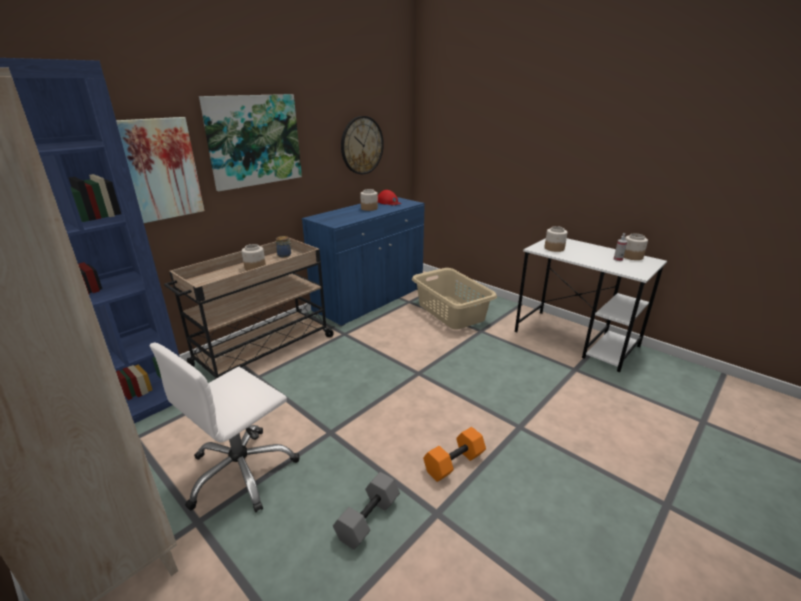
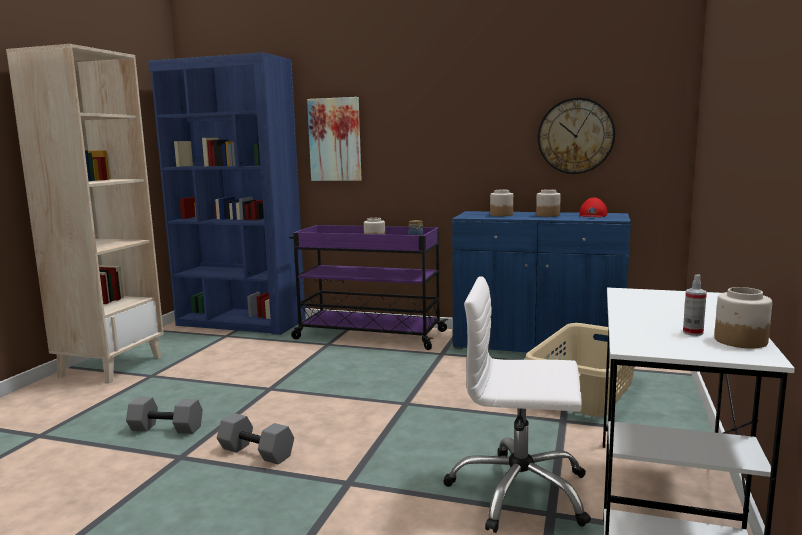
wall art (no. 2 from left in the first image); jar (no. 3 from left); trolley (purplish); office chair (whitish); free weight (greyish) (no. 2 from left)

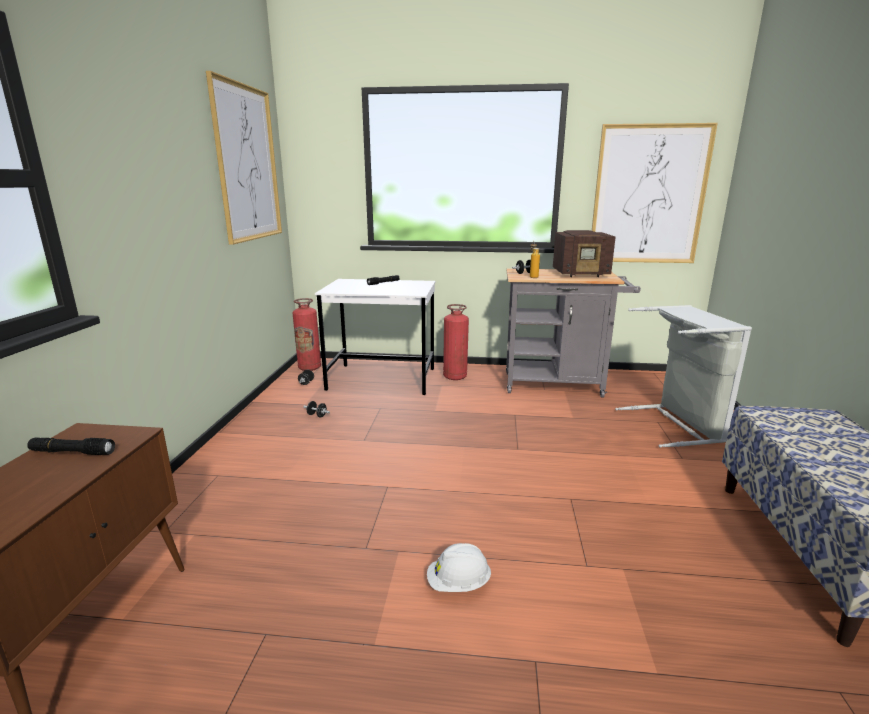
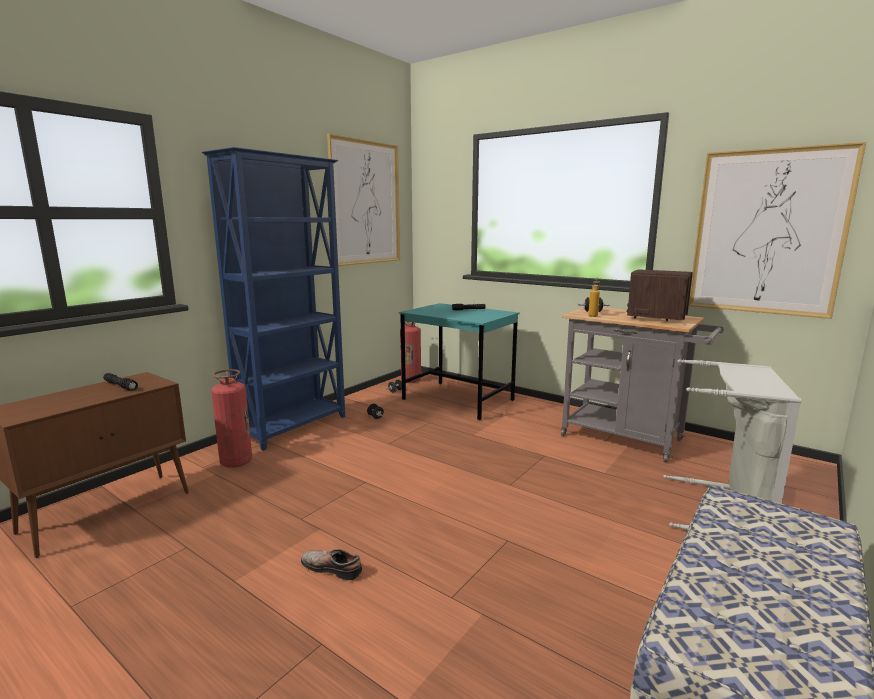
radio set; desk table (turquoise-coloured); extinguisher (no. 1 from left); shoe; shelving unit (blue-coloured)

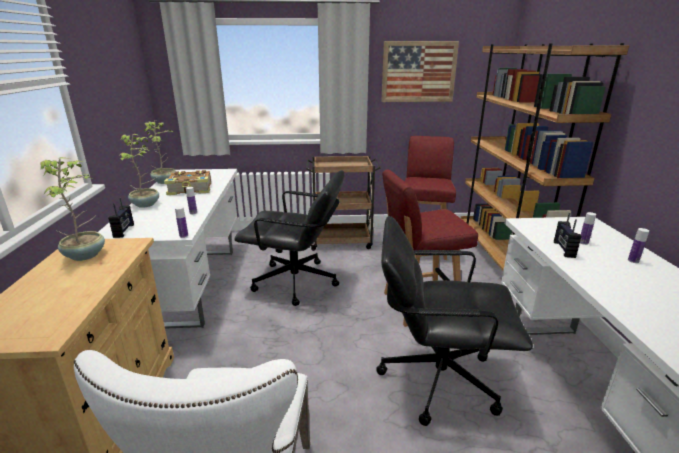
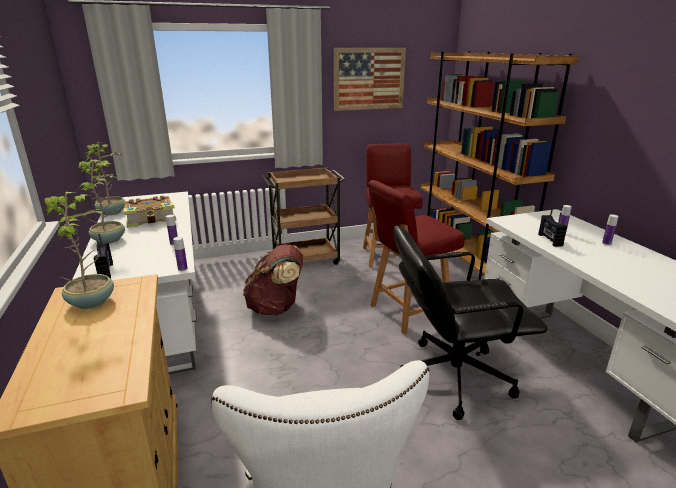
knapsack (brownish)

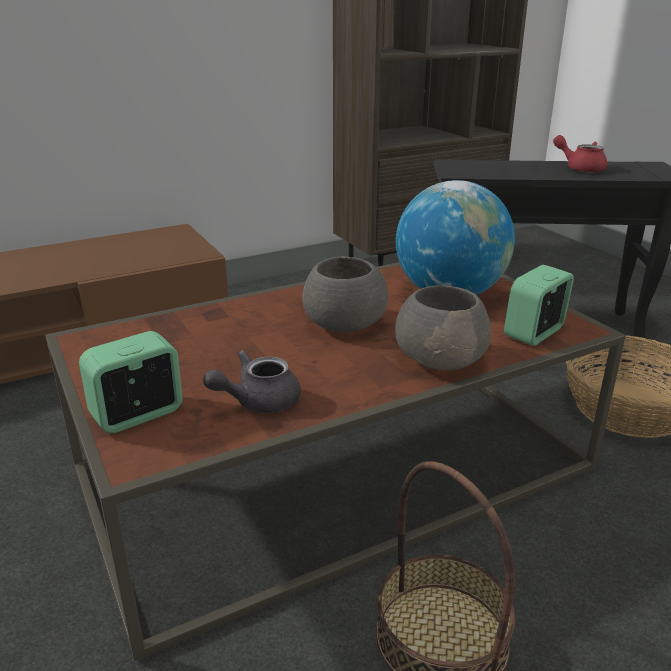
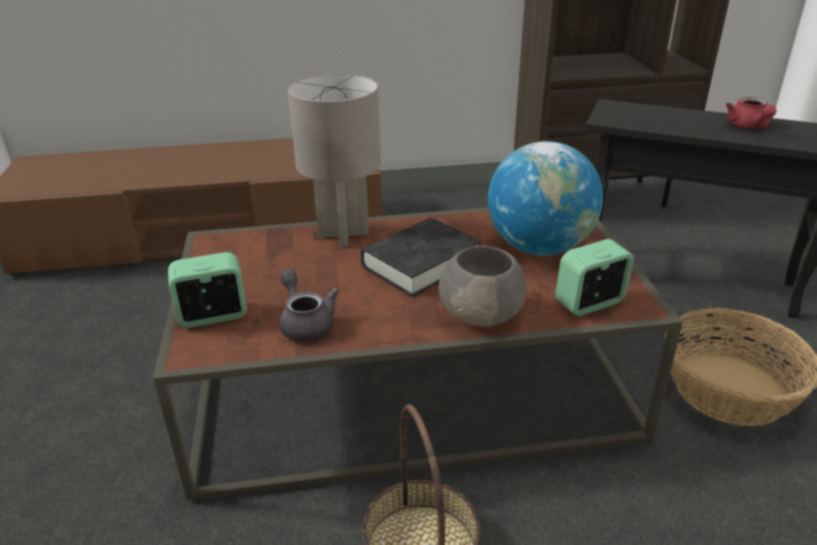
teapot (red); volume (black-coloured); teapot (greyish); table lamp (greyish)

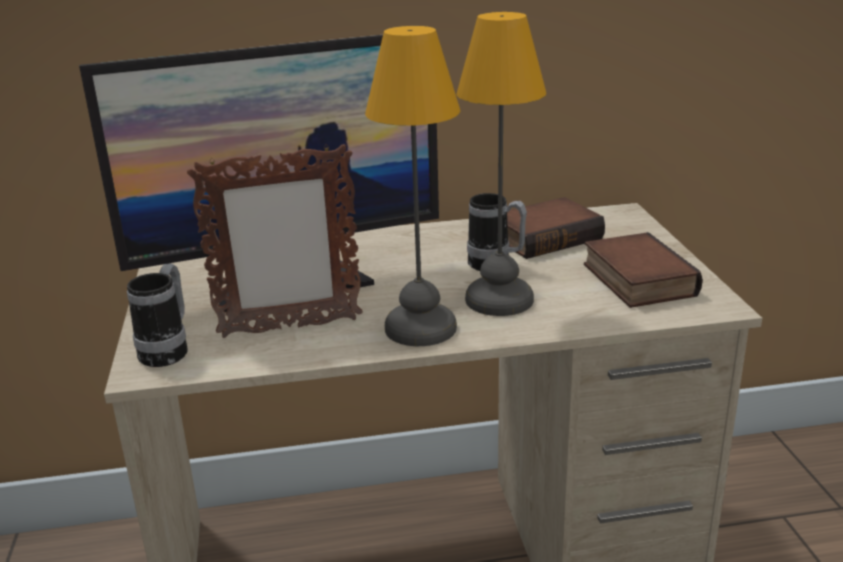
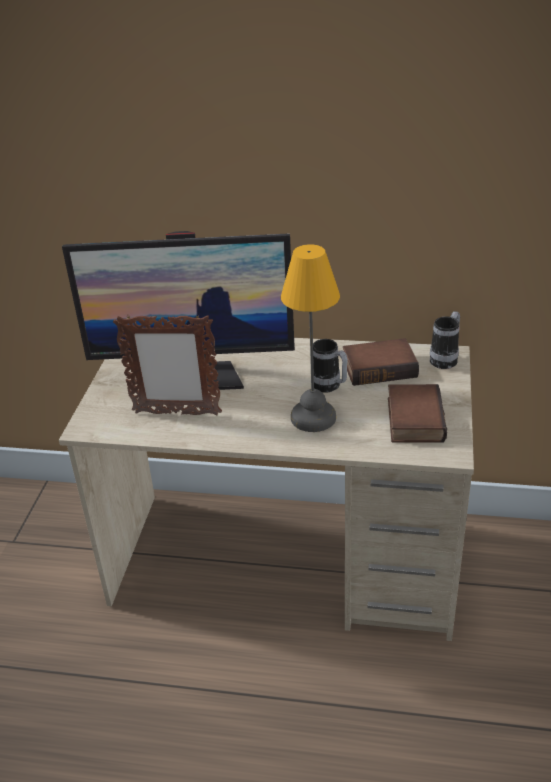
table lamp (no. 1 from left in the first image); coffee mug (no. 2 from left)

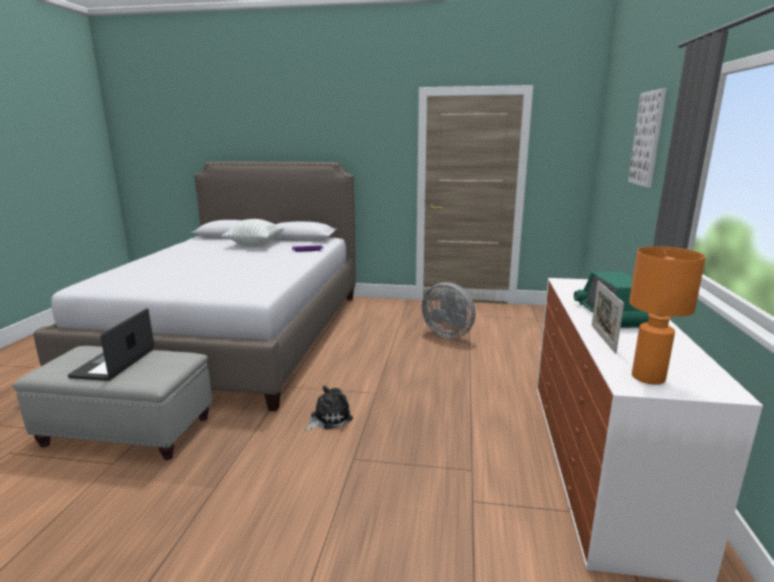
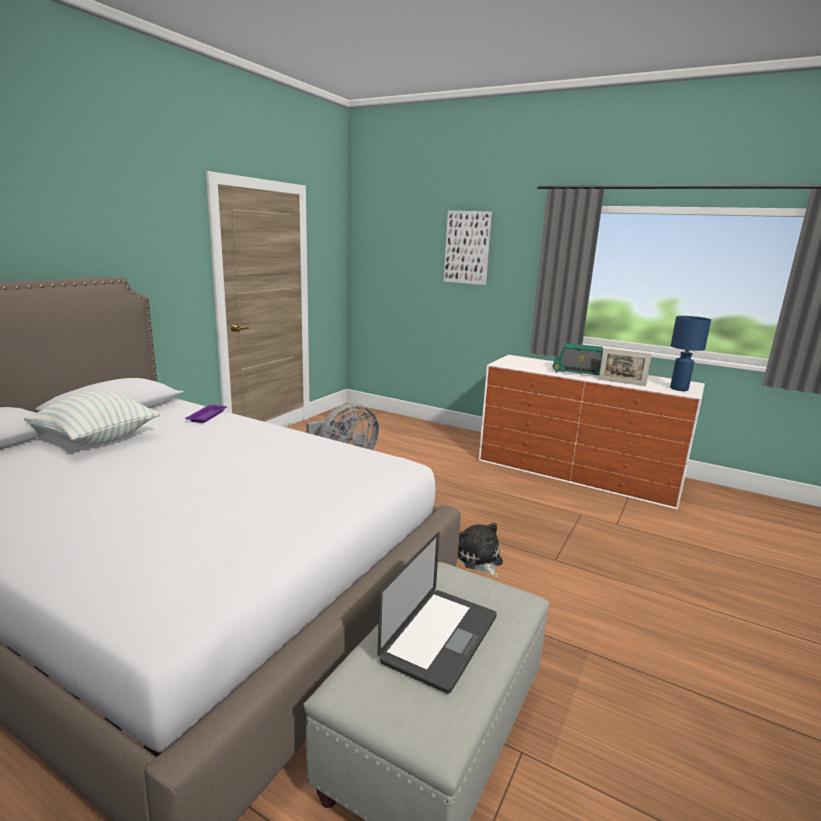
table lamp (blue-coloured); portable computer

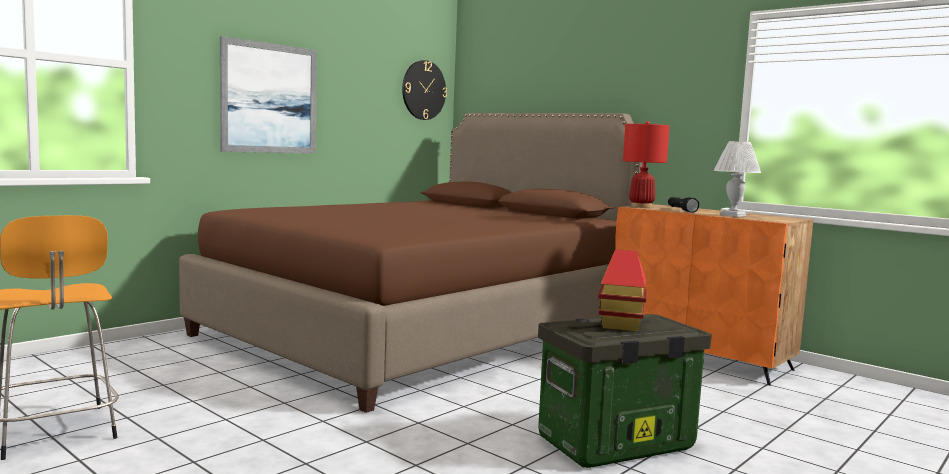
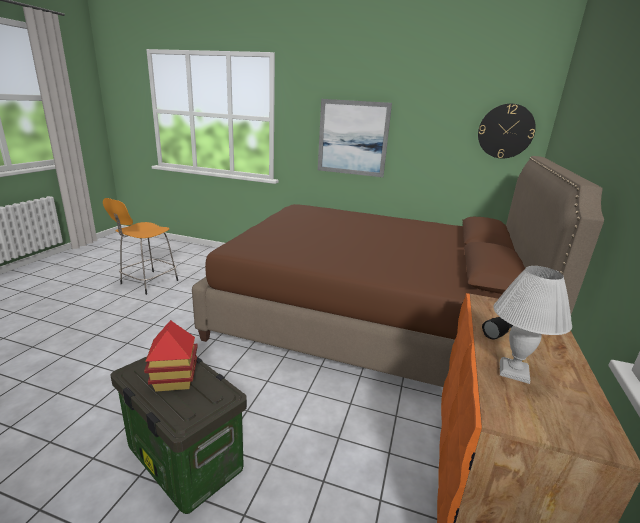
table lamp (red)

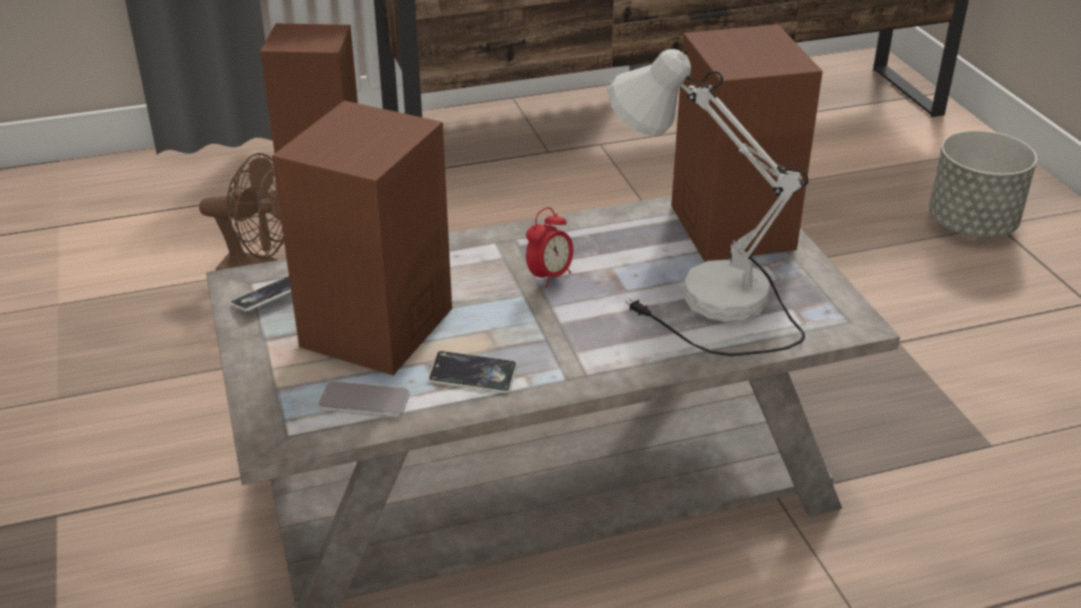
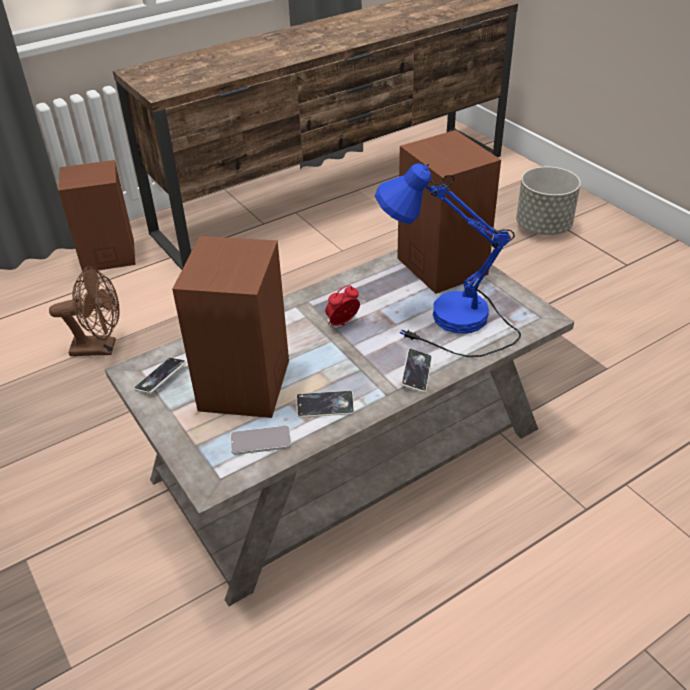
table lamp (blue-coloured); bedside clock; handset (no. 4 from left)

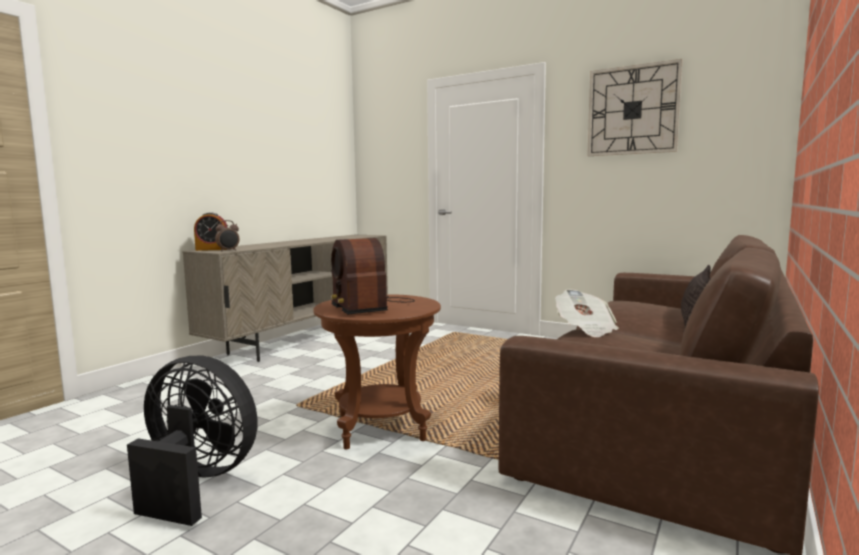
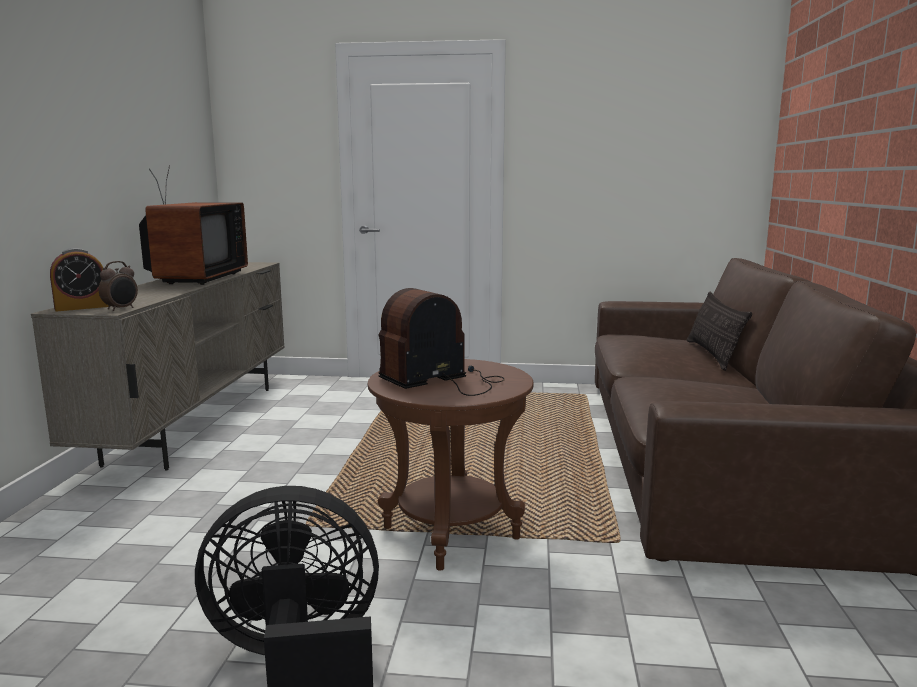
wall clock; radio set; newspaper; TV

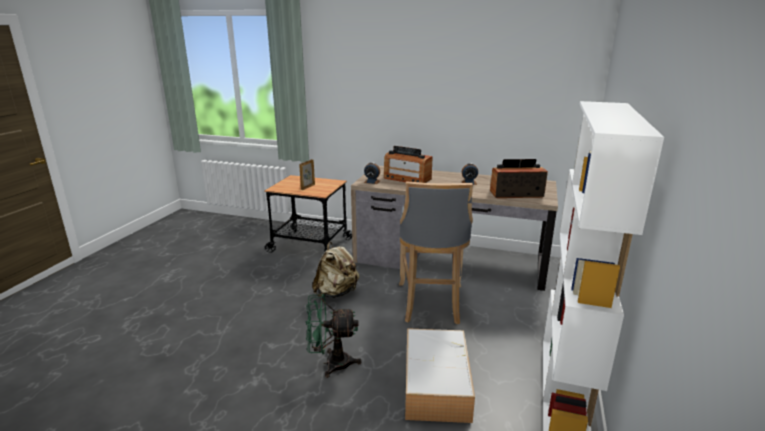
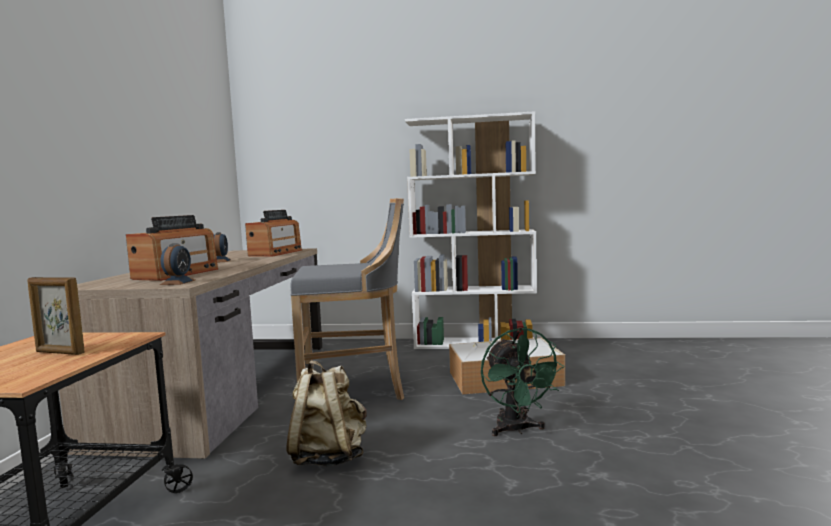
radio set (no. 2 from left)

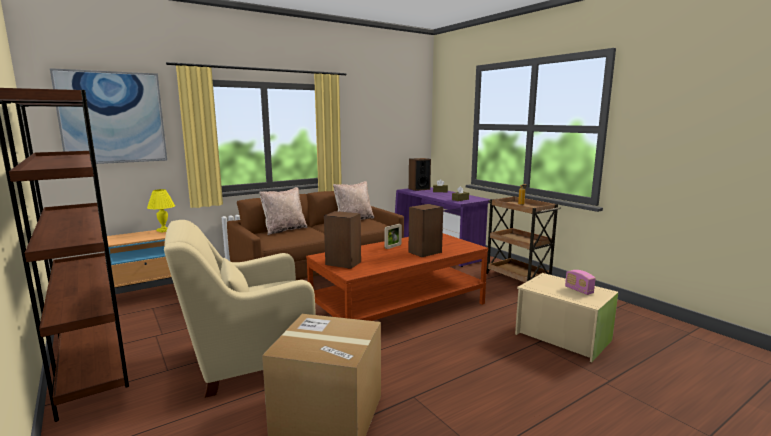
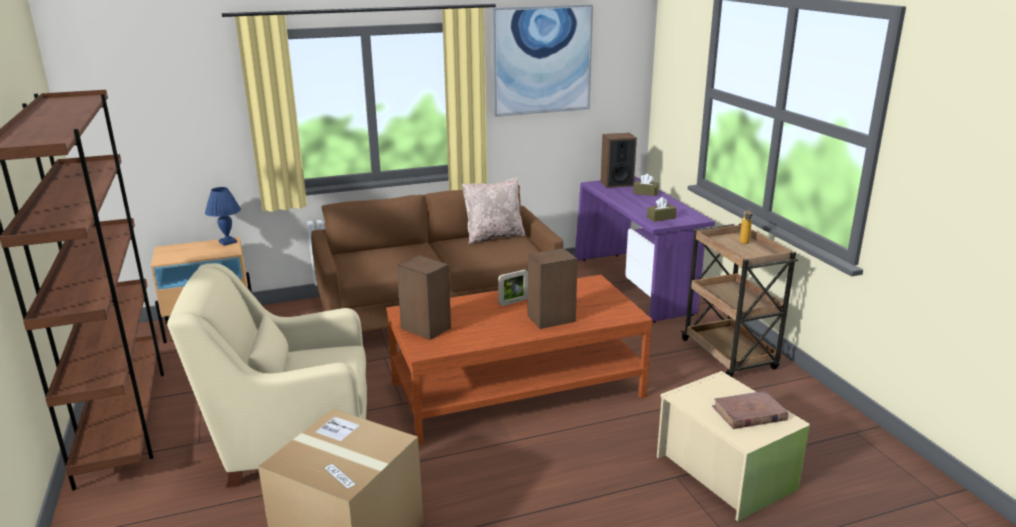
wall art; throw pillow (beige) (no. 1 from left in the first image); table lamp (blue-coloured); volume (brownish)

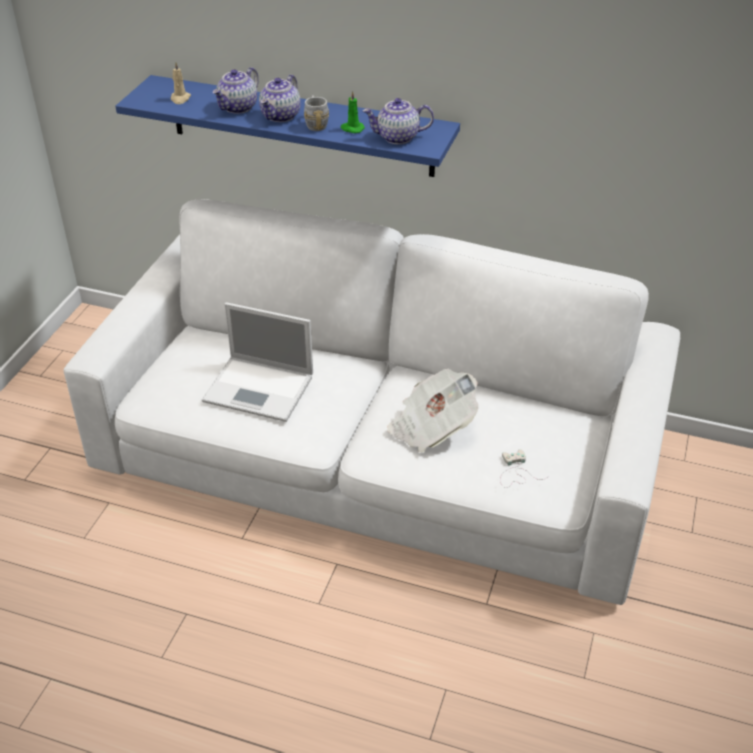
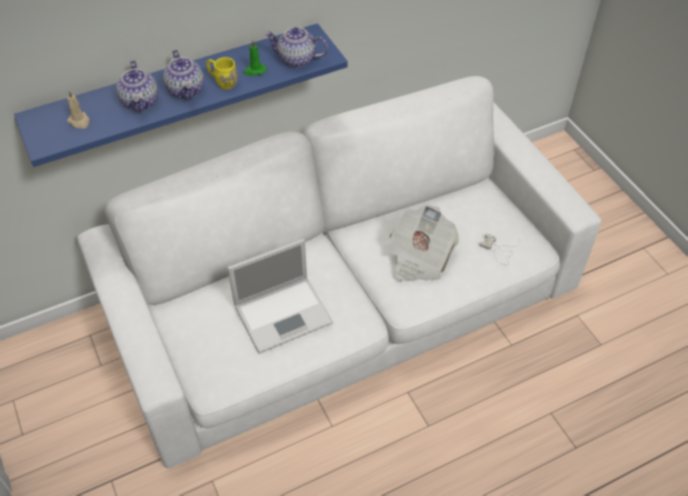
coffee mug (yellow); teapot (no. 3 from left)

